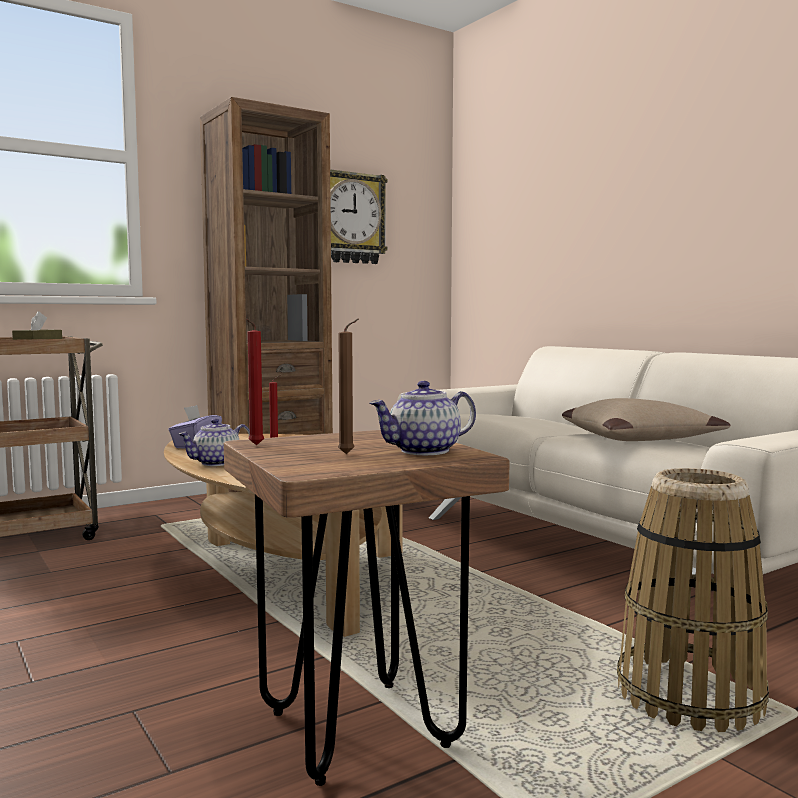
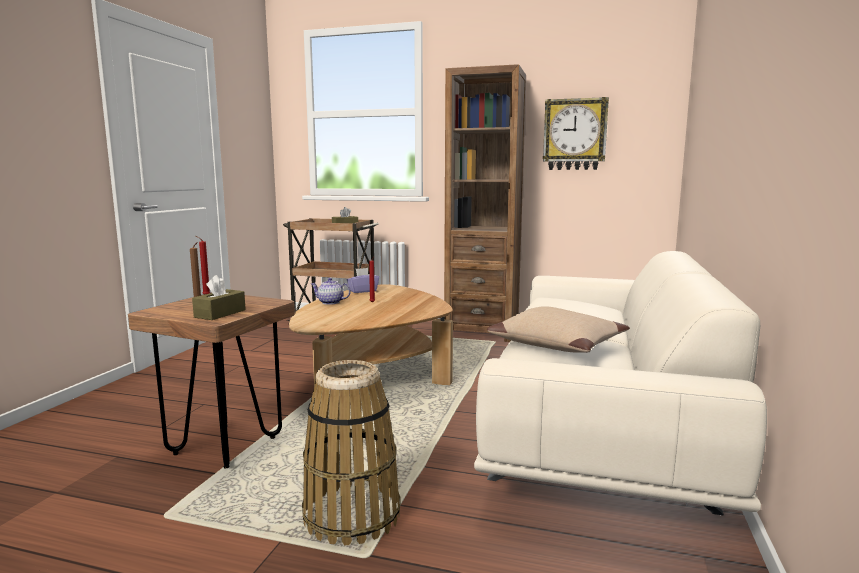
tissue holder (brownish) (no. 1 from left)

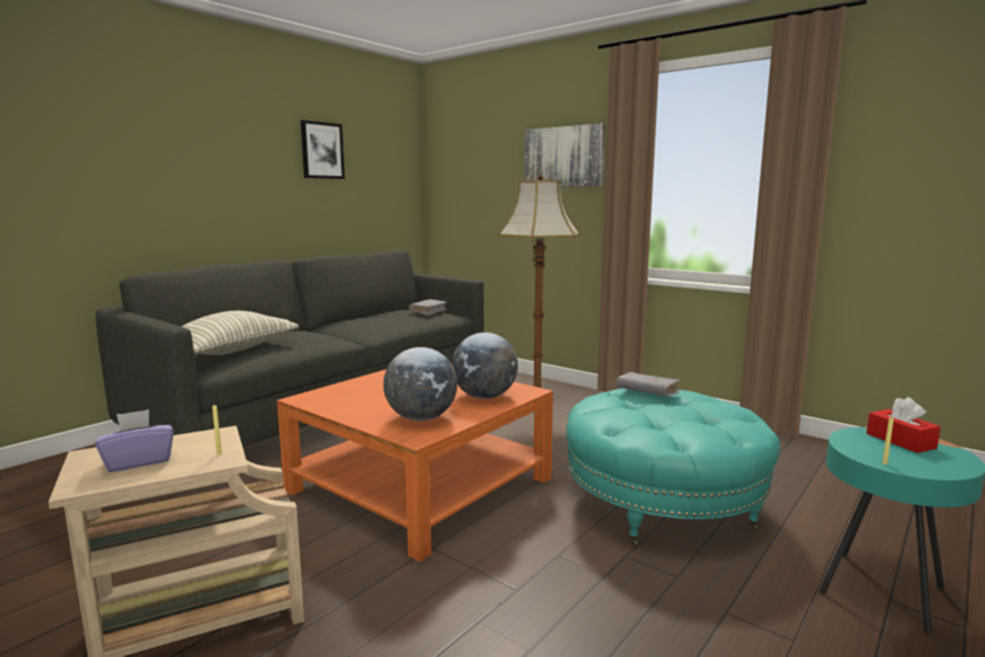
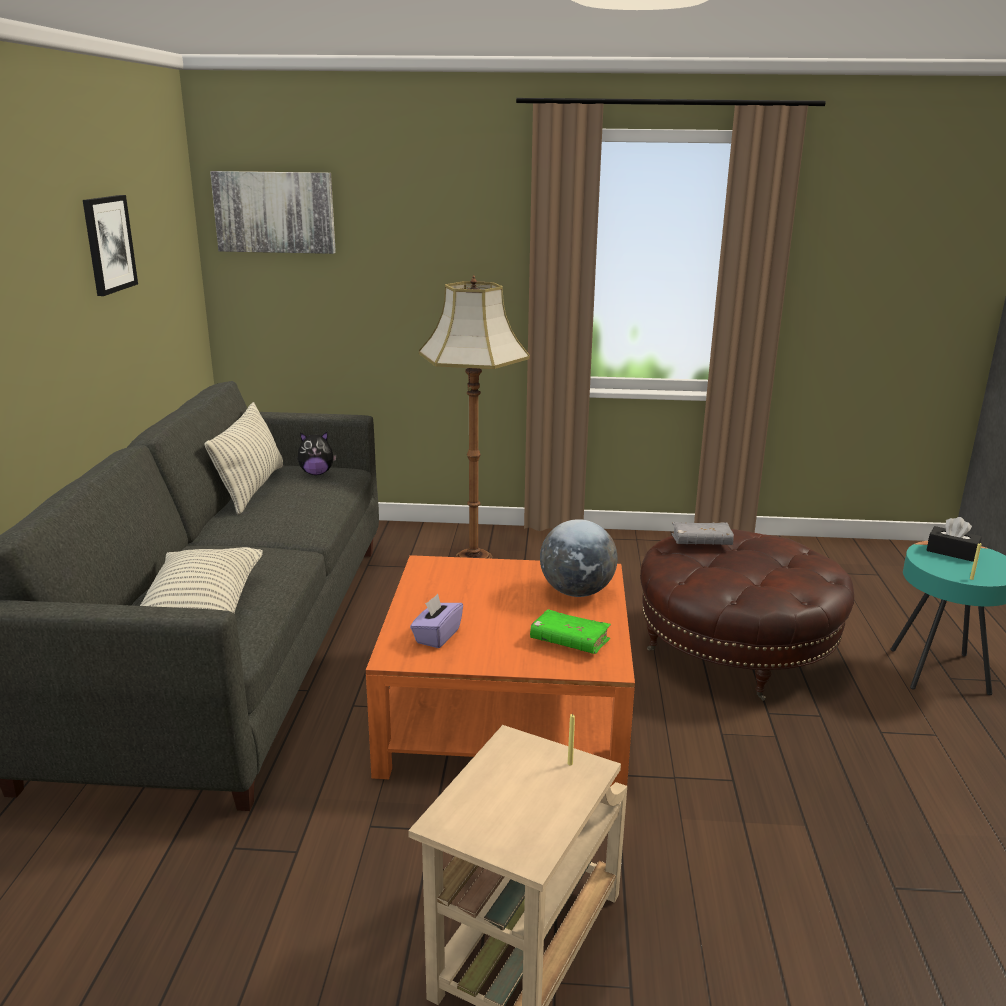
wall art (no. 2 from left); soft toy; volume (green); ottoman (brownish); tissue holder (black-coloured); tissue holder (purplish); throw pillow (no. 2 from left)

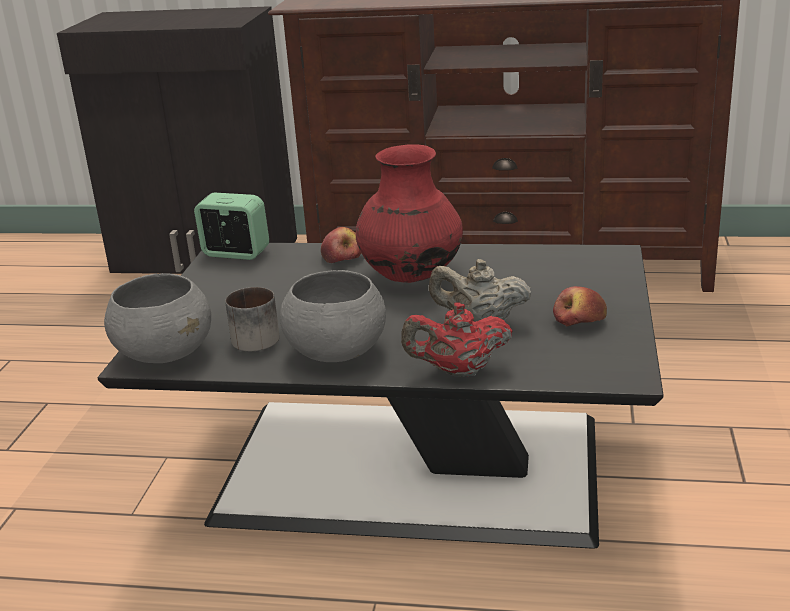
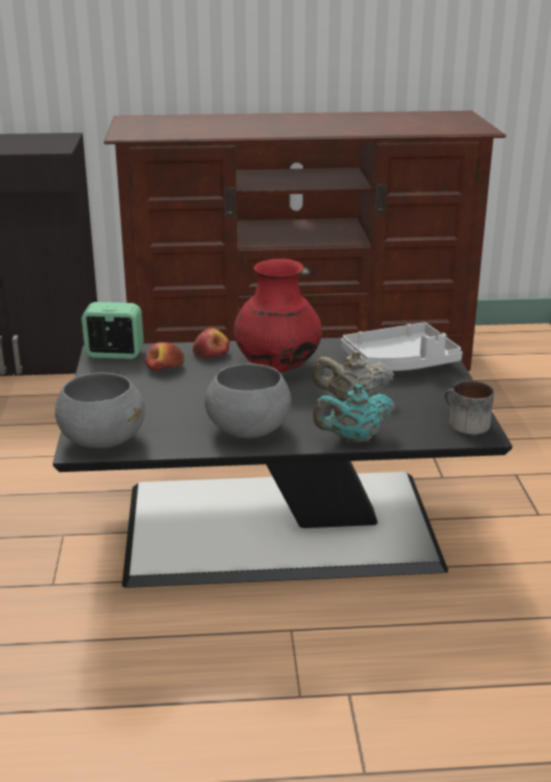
apple (no. 1 from left); coffee mug; teapot (turquoise-coloured); tray (greyish)

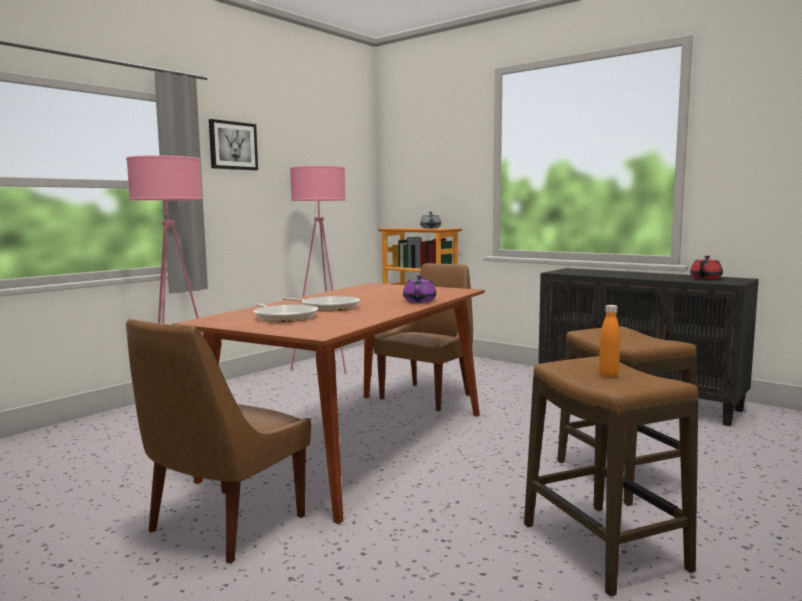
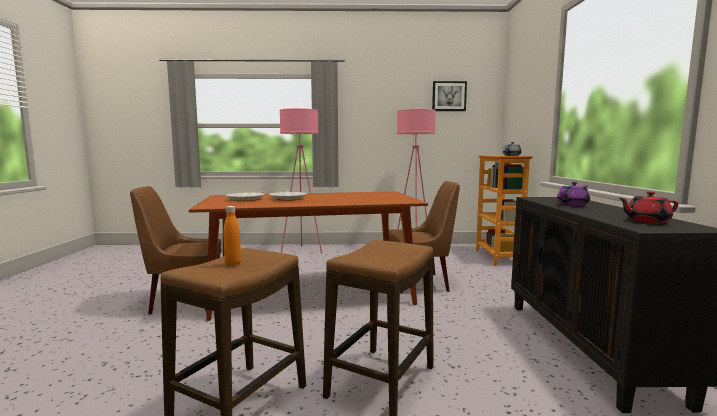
wall art; teapot (purplish)

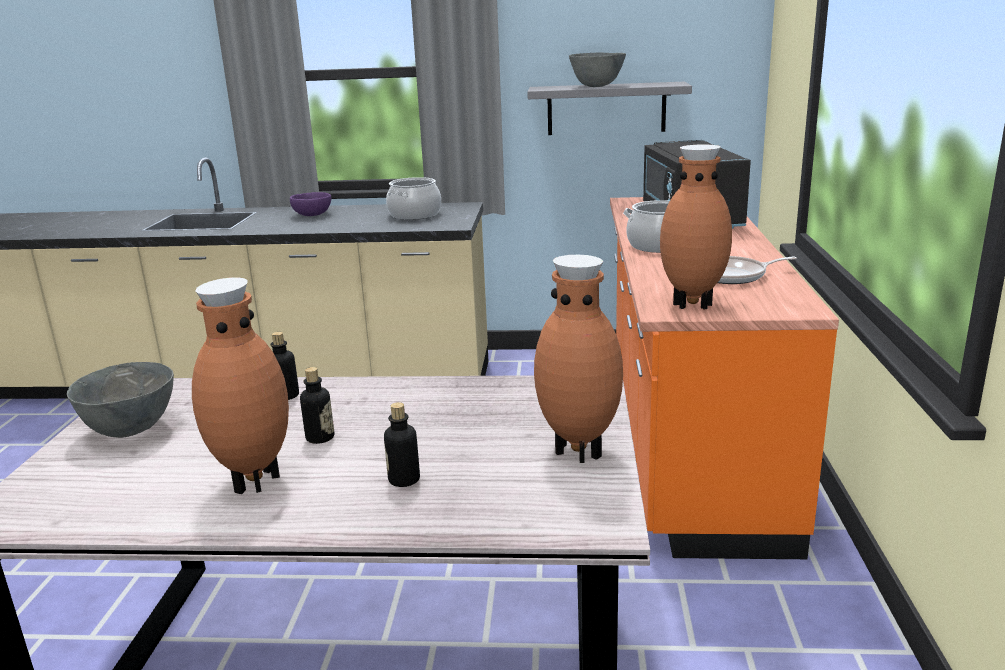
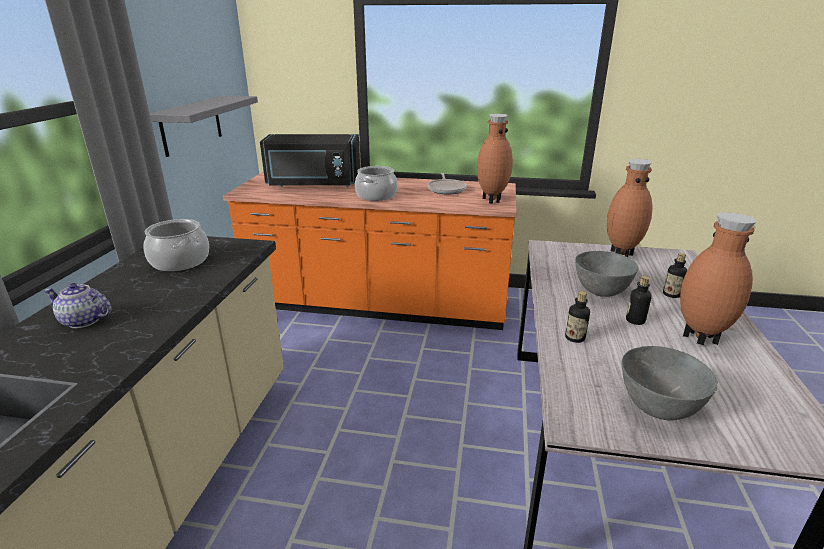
bowl (greyish) (no. 1 from left); teapot

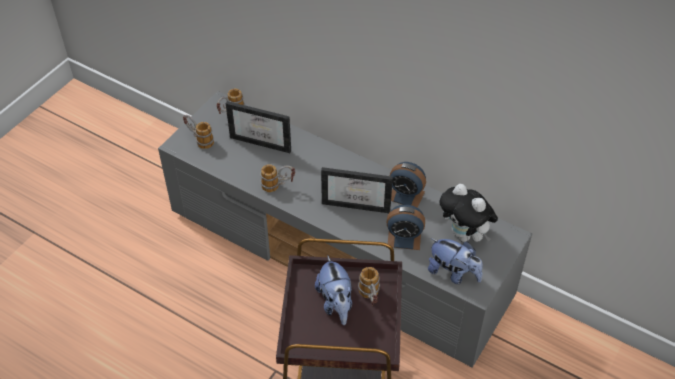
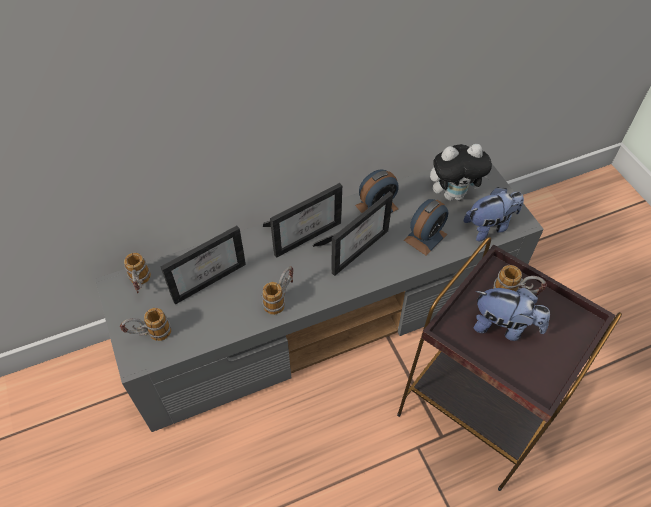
photo frame (no. 2 from left)

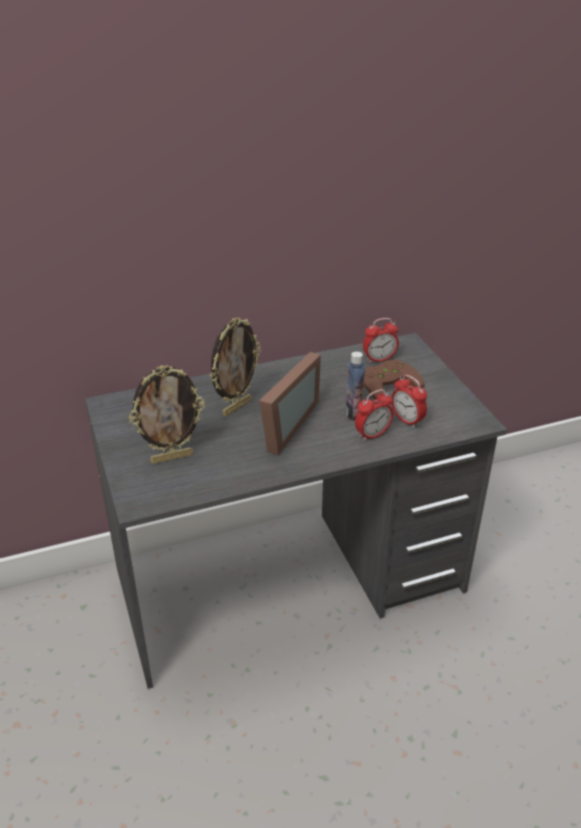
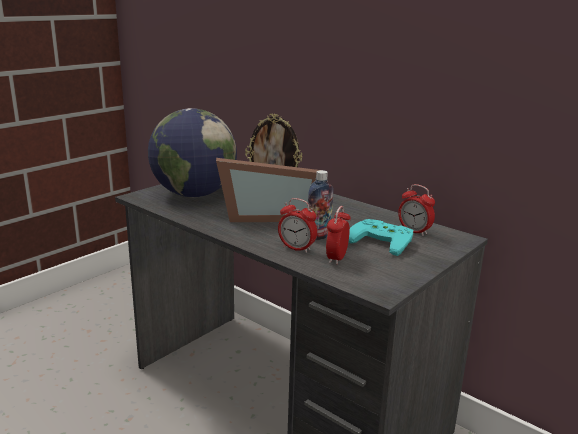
joypad (turquoise-coloured); globe

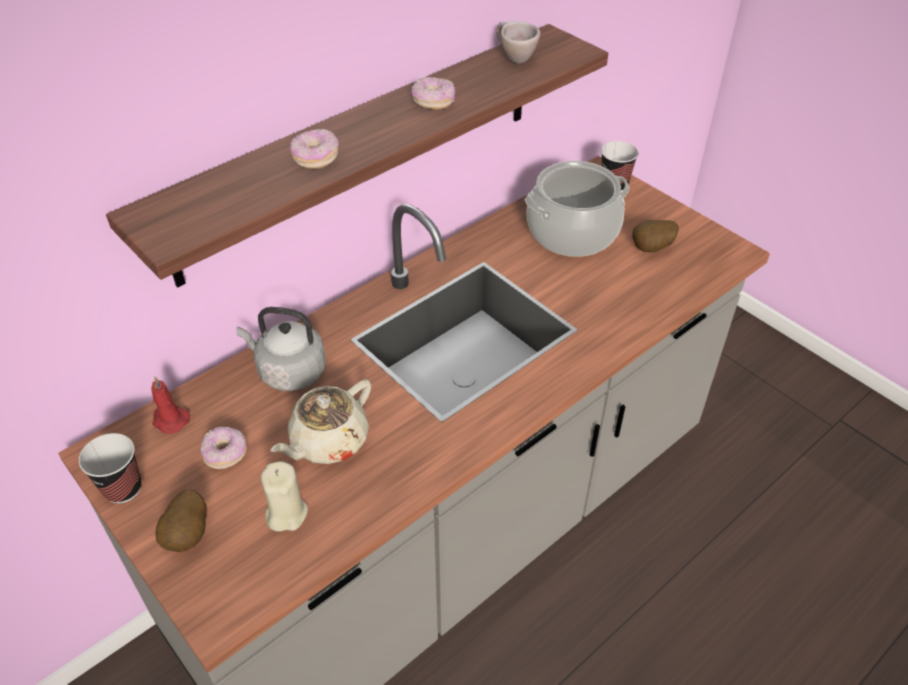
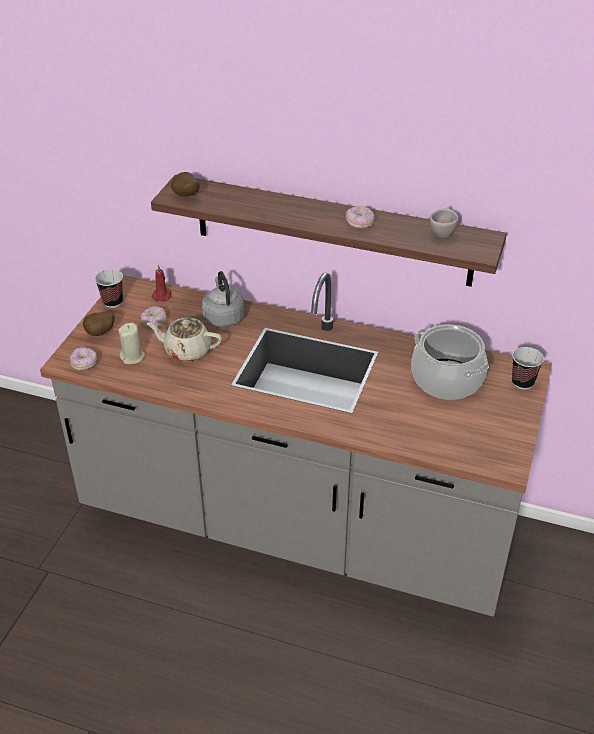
ring doughnut (no. 1 from left); whole potato (no. 2 from left)

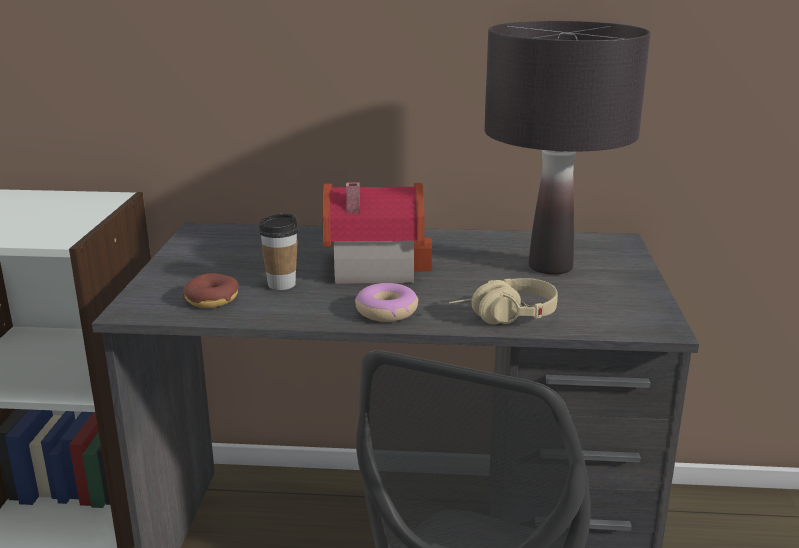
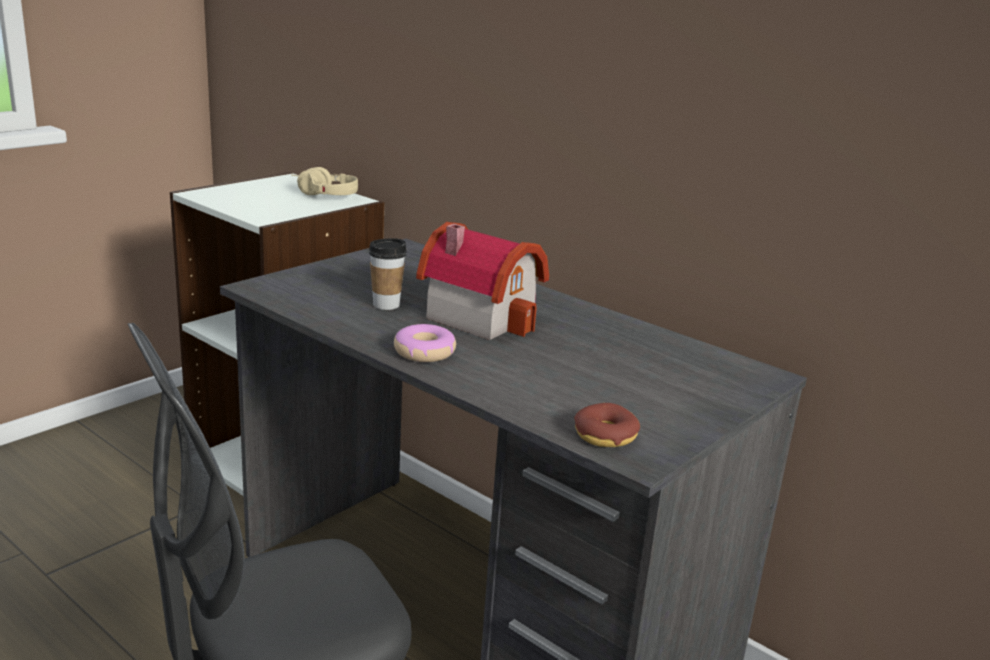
table lamp (black-coloured); ring doughnut (no. 2 from left); pair of headphones (beige)

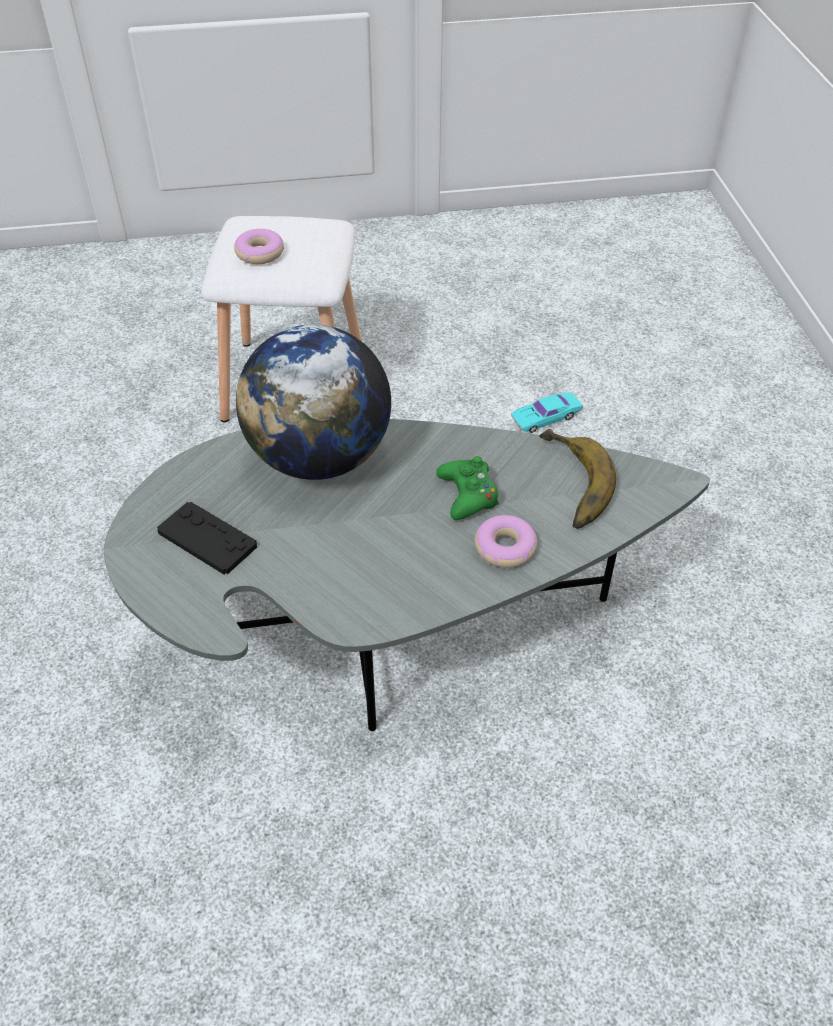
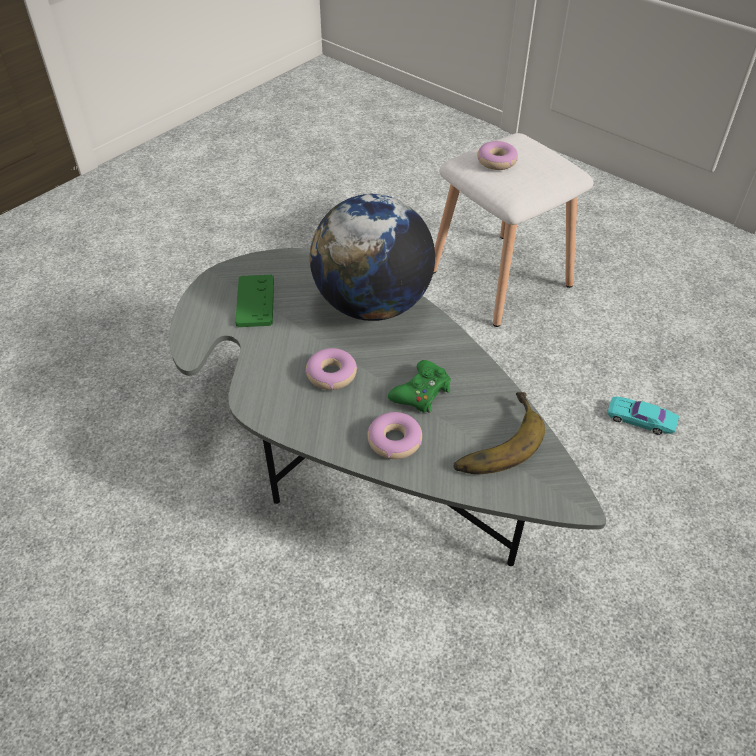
joypad (green) (no. 1 from left); ring doughnut (no. 1 from left)

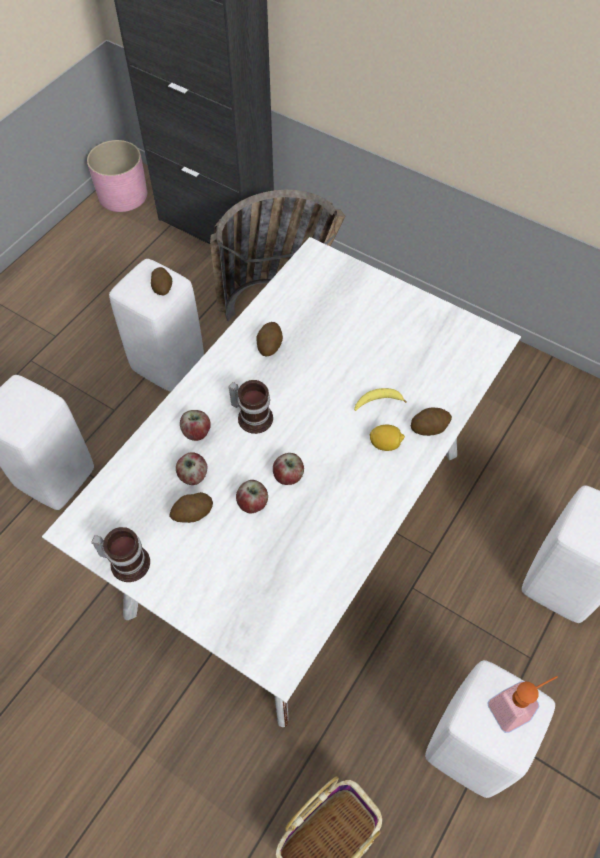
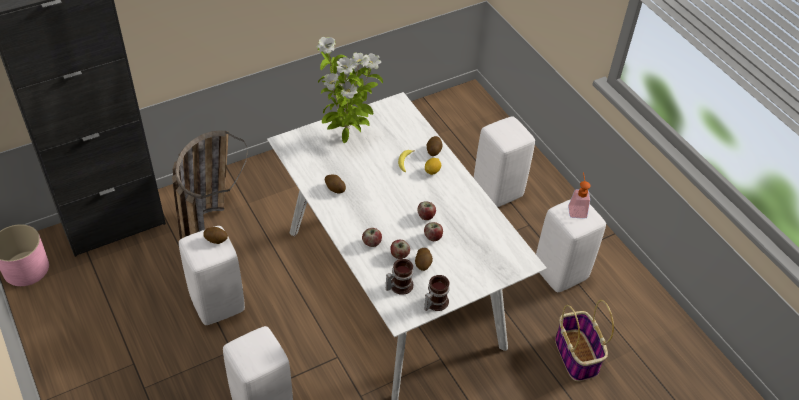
coffee mug (no. 1 from left); plant in a pot

